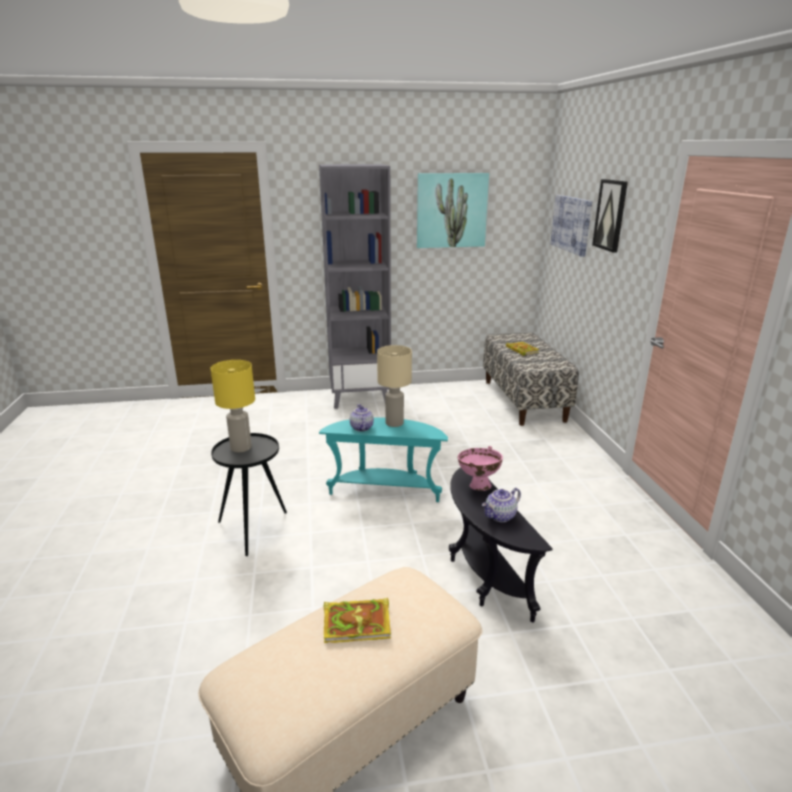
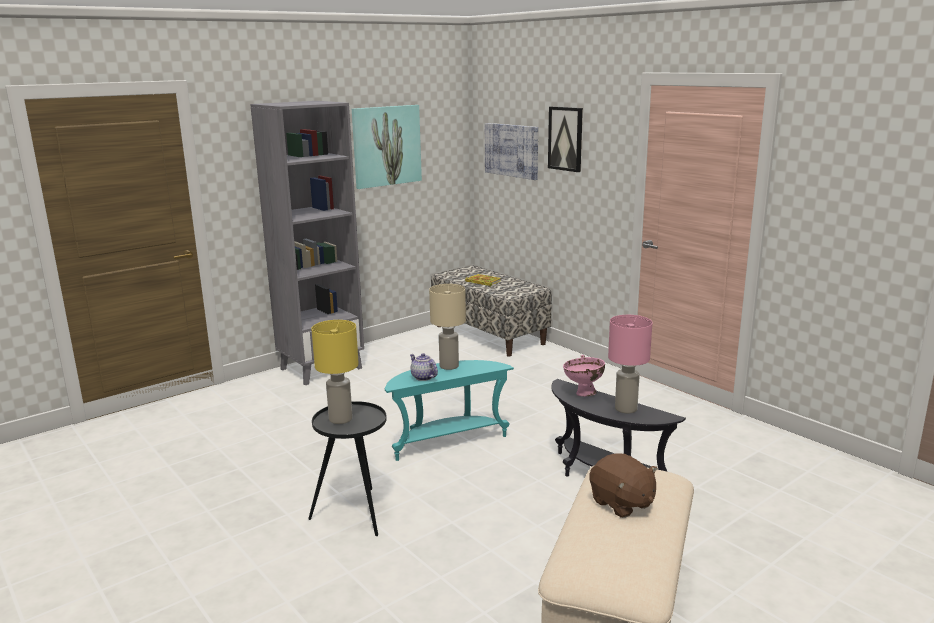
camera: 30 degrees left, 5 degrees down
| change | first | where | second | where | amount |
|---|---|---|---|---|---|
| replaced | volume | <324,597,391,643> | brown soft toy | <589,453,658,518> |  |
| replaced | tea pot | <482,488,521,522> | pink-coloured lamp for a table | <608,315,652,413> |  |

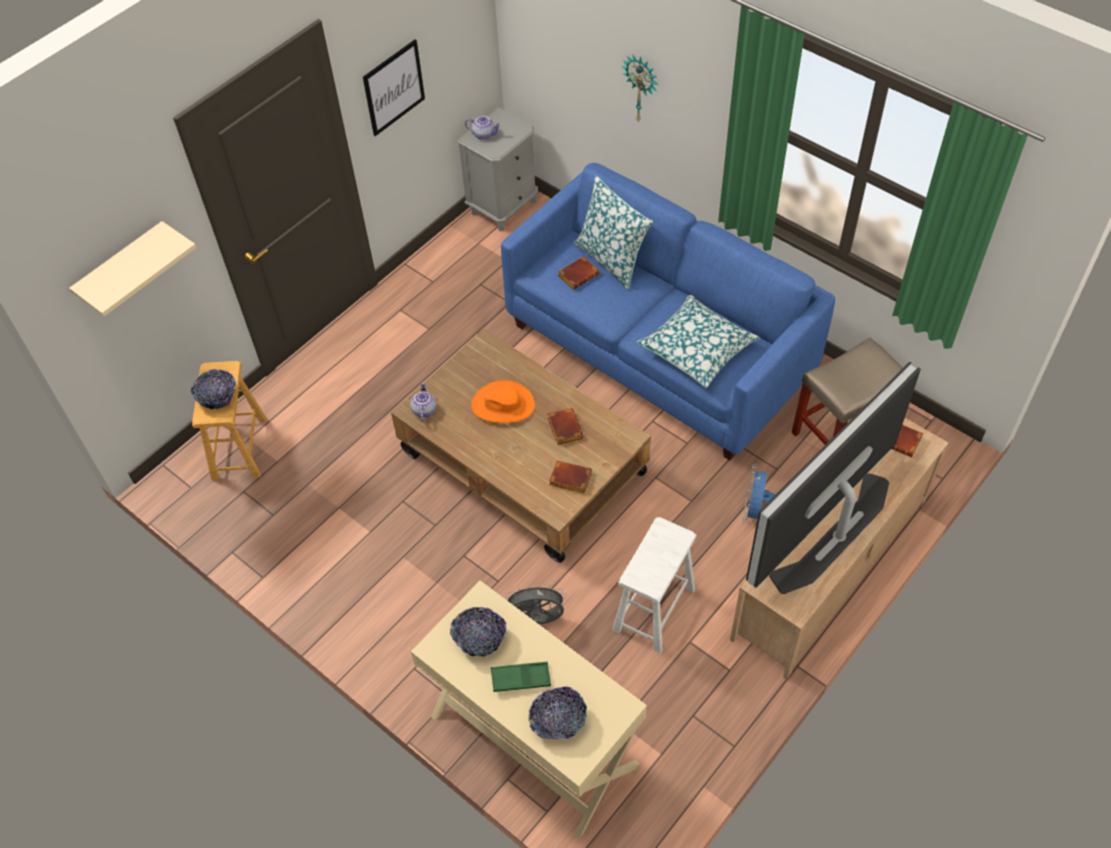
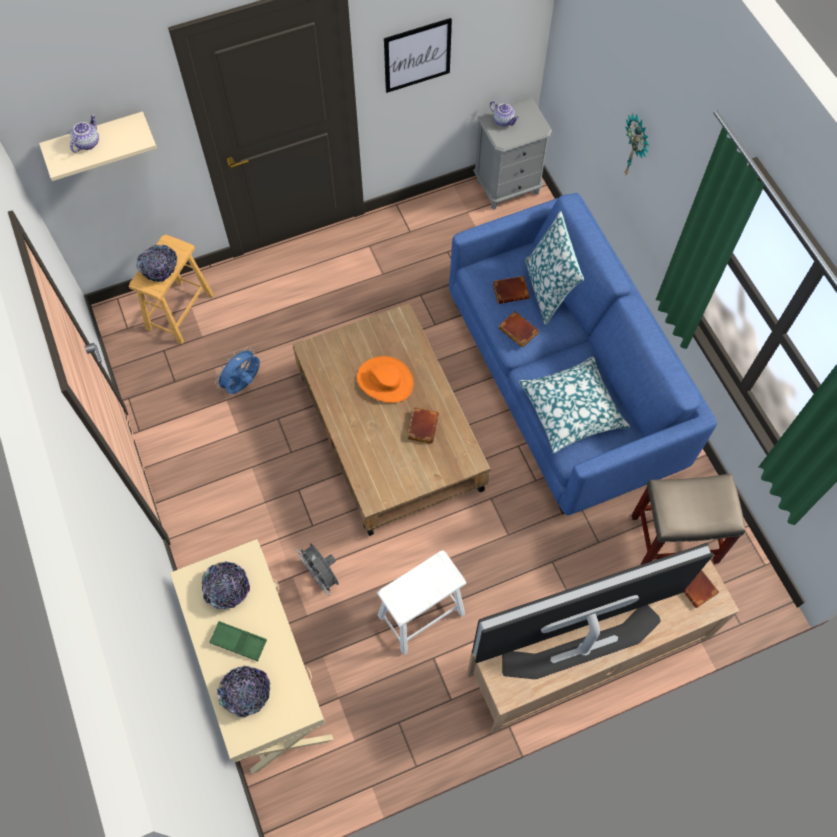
camera: 25 degrees right, 10 degrees up
| change | first | where | second | where | amount |
|---|---|---|---|---|---|
| moved | tea pot | <410,382,436,422> |  | <70,114,99,153> |  |
| moved | blue cooling fan | <742,464,776,524> |  | <215,347,260,394> |  |
| turned | grey cooling fan | <505,583,567,625> |  | <297,543,339,596> | 150 degrees counterclockwise |
| moved | brown volume | <549,461,592,493> |  | <499,312,539,348> |  |

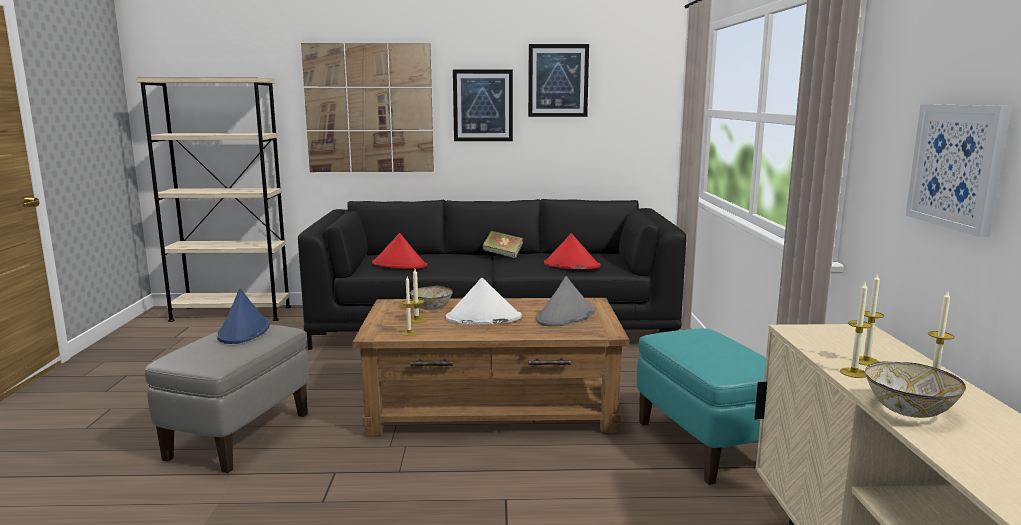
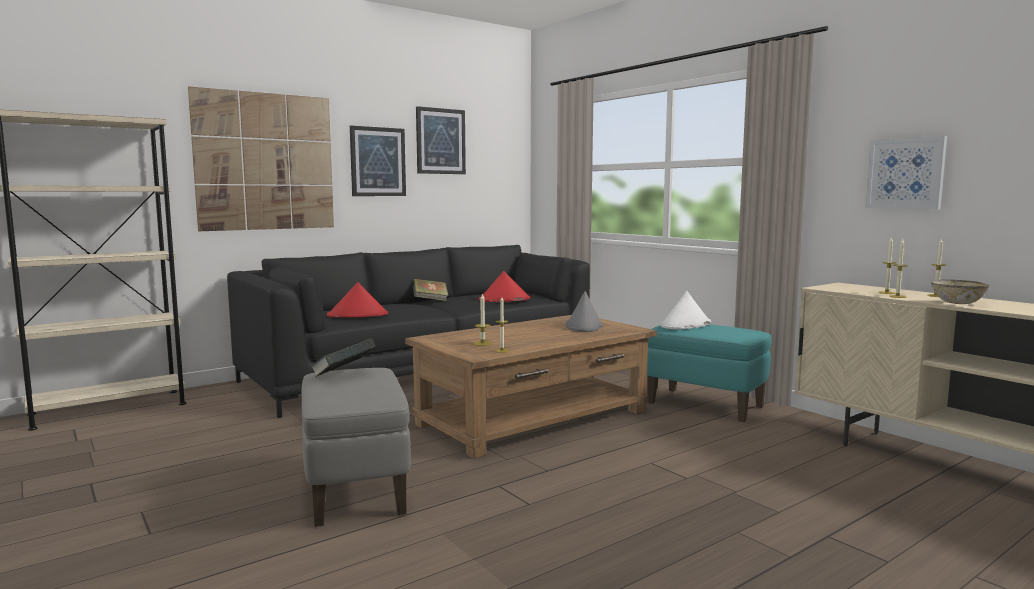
camera: 35 degrees left, 5 degrees down
| change | first | where | second | where | amount |
|---|---|---|---|---|---|
| replaced | blue wearable hat | <217,289,270,344> | volume | <310,339,376,377> |  |
| moved | whitish wearable hat | <446,278,522,325> |  | <660,291,711,330> |  |
| removed | deep dish | <410,286,453,310> |  |  |  |

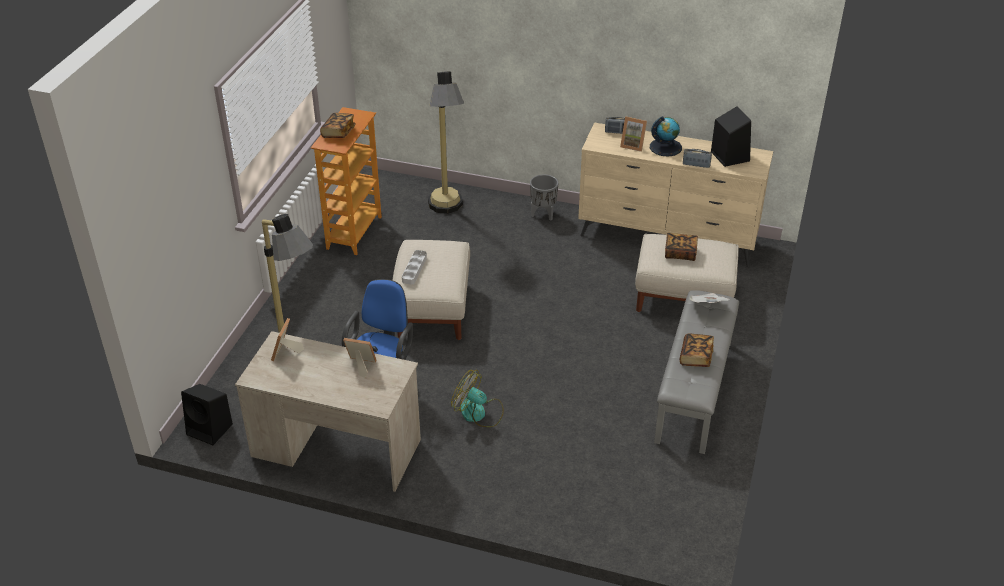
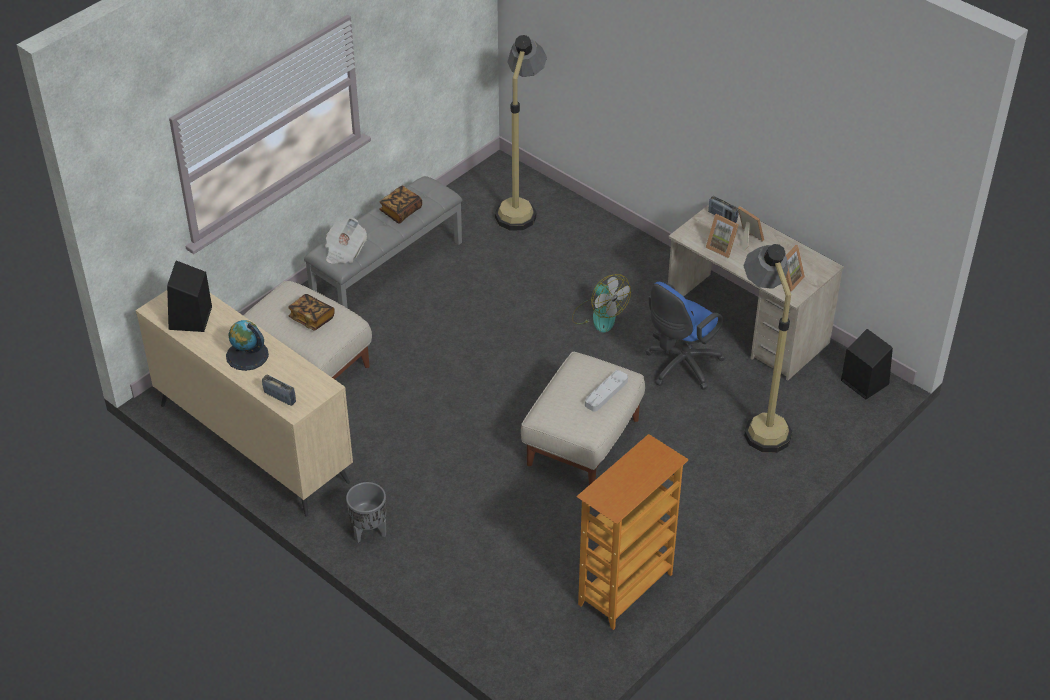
camera: 155 degrees left, 5 degrees up
| change | first | where | second | where | amount |
|---|---|---|---|---|---|
| moved | floor lamp | <428,71,464,214> |  | <495,35,547,231> |  |
| moved | radio set | <683,149,712,168> |  | <708,196,739,223> |  |
| moved | standing frame | <620,117,647,152> |  | <738,206,764,250> |  |
| removed | volume | <320,113,356,138> |  |  |  |

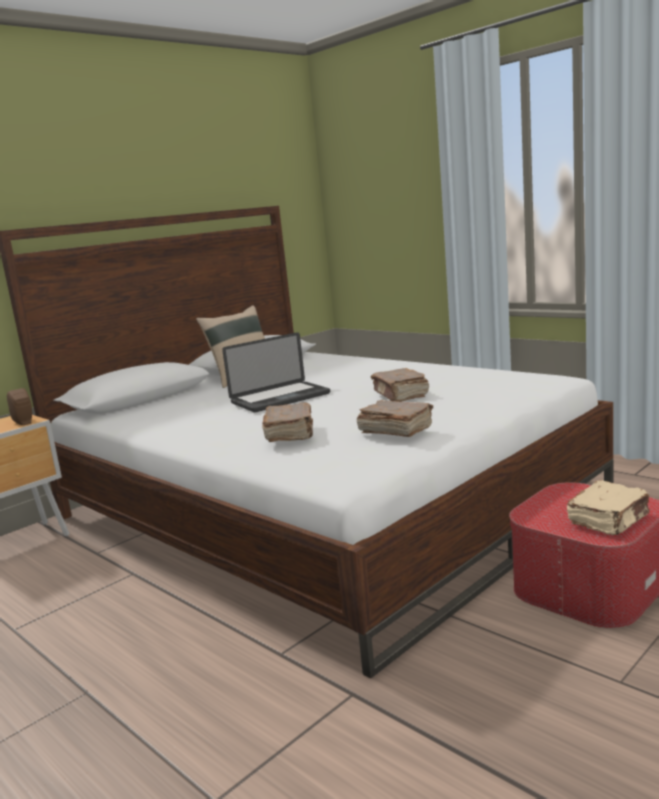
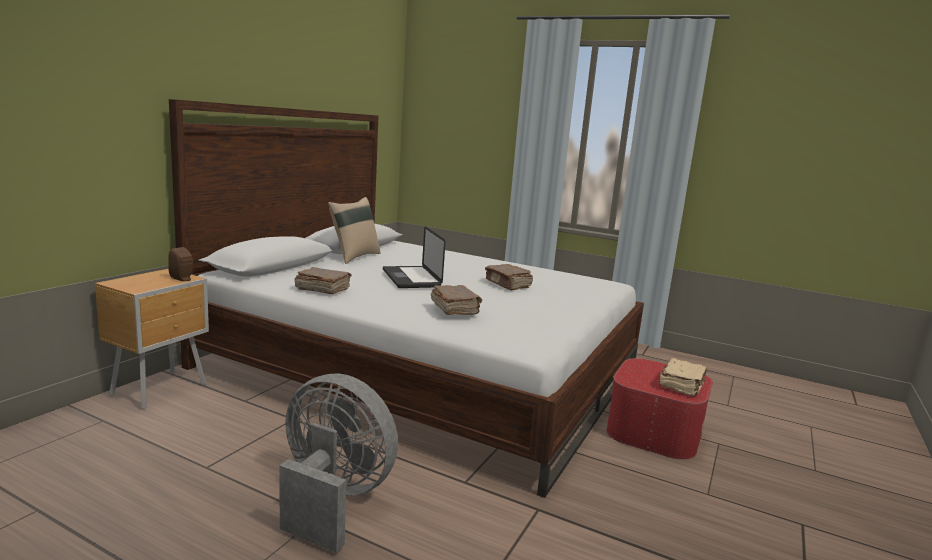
camera: 20 degrees left, 0 degrees up
| change | first | where | second | where | amount |
|---|---|---|---|---|---|
| added |  |  | grey cooling fan | <279,374,398,553> |  |
| moved | brown volume | <357,400,433,437> |  | <295,267,352,294> |  |
| turned | portable computer | <222,332,330,412> |  | <383,226,445,288> | 120 degrees clockwise |

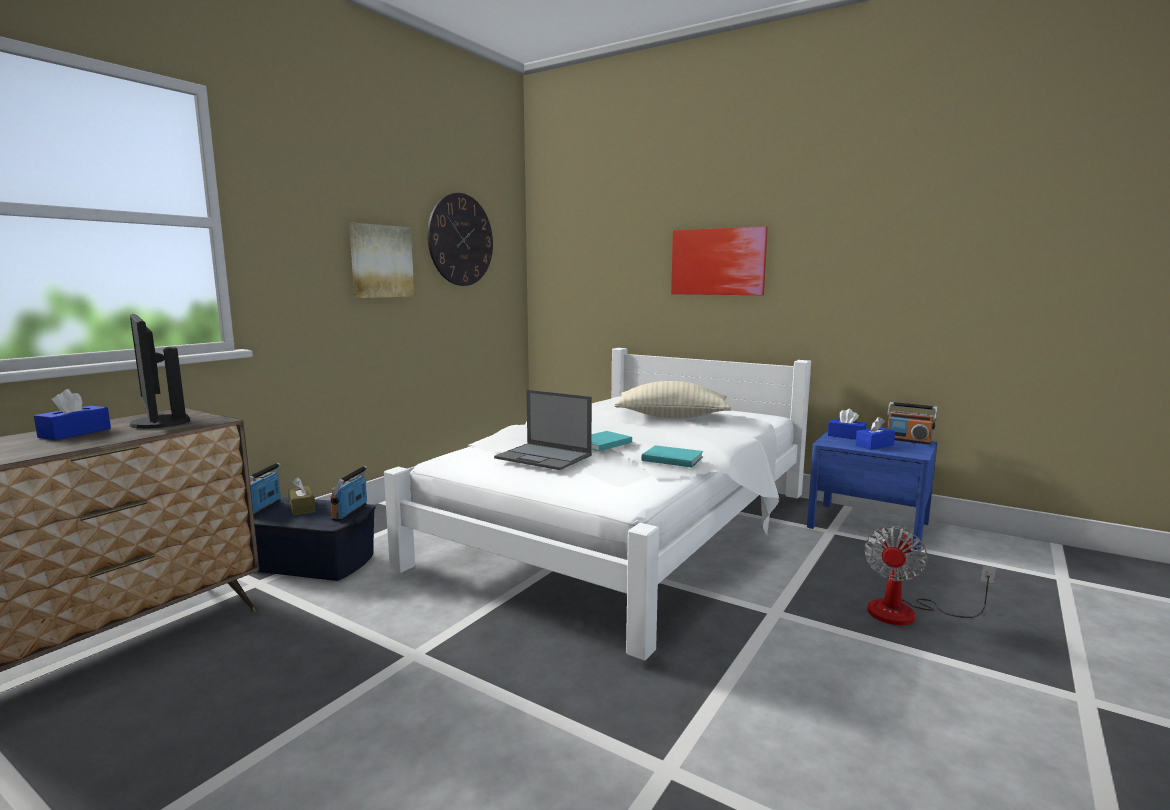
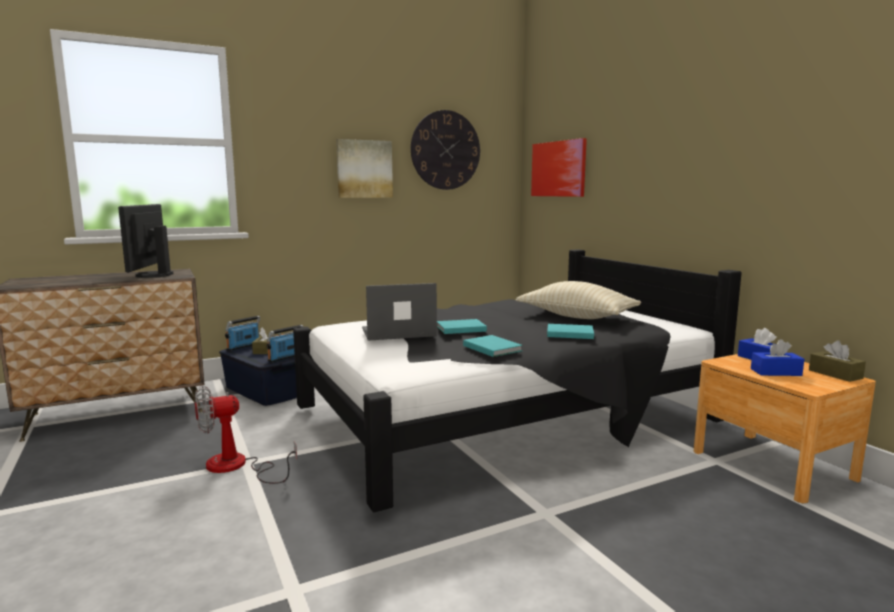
camera: 30 degrees right, 0 degrees up
| change | first | where | second | where | amount |
|---|---|---|---|---|---|
| moved | cooling fan | <864,526,996,625> |  | <195,386,297,484> |  |
| recoloured | whitish sleeping bed | <384,348,811,661> | blackish sleeping bed | <293,249,742,512> |  |
| turned | portable computer | <494,390,592,470> |  | <362,283,437,341> | 105 degrees clockwise |
| moved | wall art | <671,226,768,295> |  | <531,138,587,197> |  |
| added |  |  | turquoise volume | <547,324,594,339> |  |
| recoloured | blue bedside table | <807,431,938,550> | brown bedside table | <693,354,876,503> |  |
| replaced | radio set | <887,402,938,445> | brown tissue holder | <809,341,866,382> |  |
| removed | blue tissue holder | <34,389,111,440> |  |  |  |

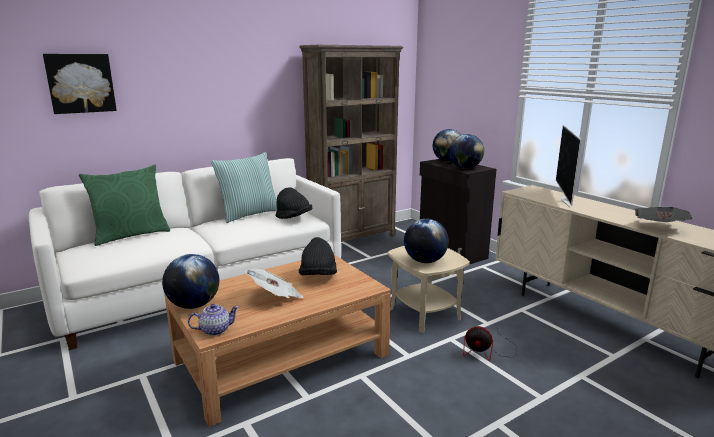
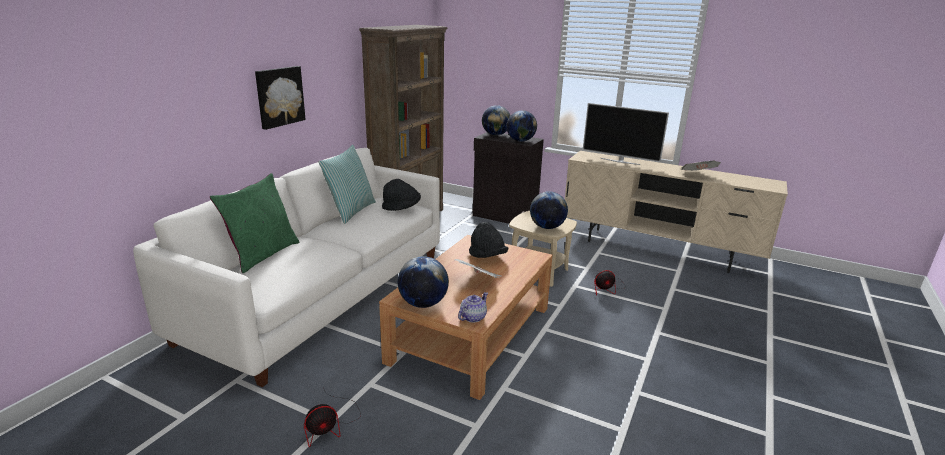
camera: 30 degrees left, 5 degrees up
| change | first | where | second | where | amount |
|---|---|---|---|---|---|
| moved | wall art | <43,54,117,114> |  | <255,66,306,130> |  |
| added |  |  | cooling fan | <304,390,361,447> |  |
| turned | TV | <556,125,582,207> |  | <583,103,669,165> | 45 degrees counterclockwise |

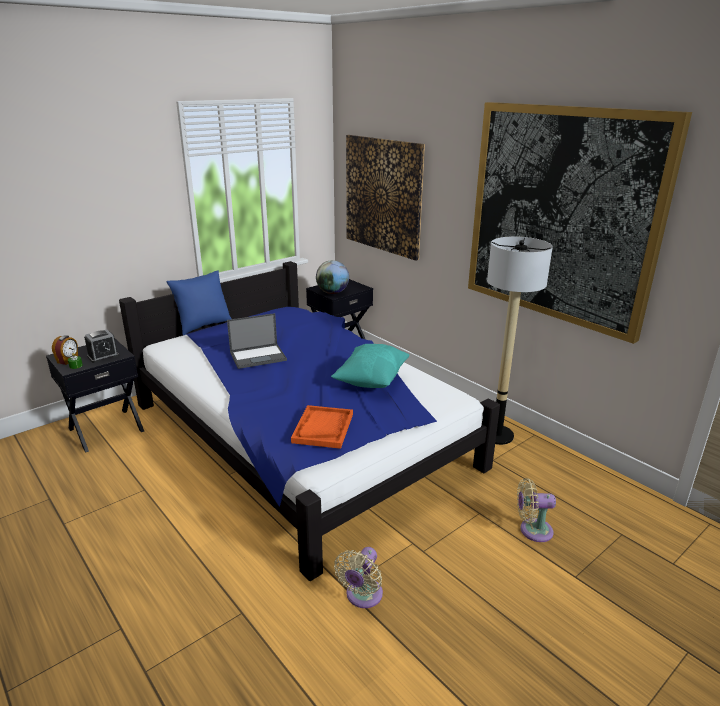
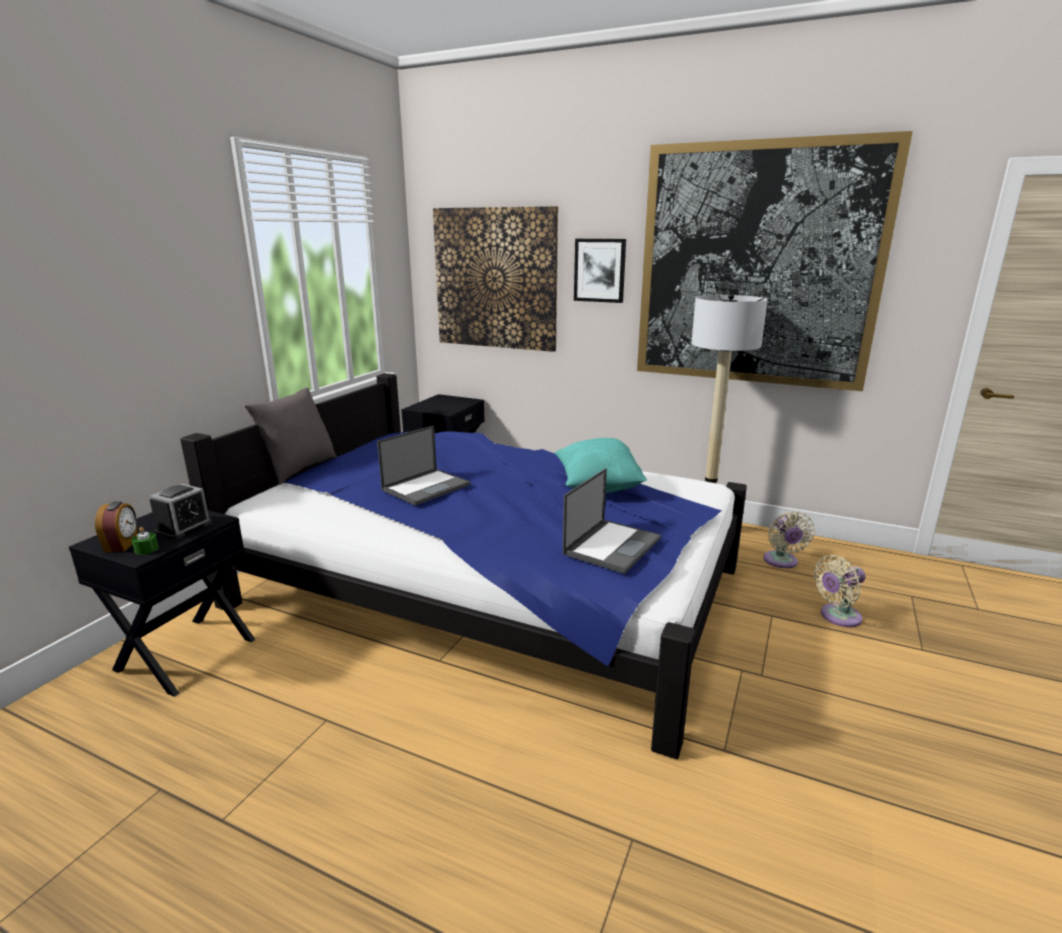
camera: 25 degrees left, 5 degrees down
| change | first | where | second | where | amount |
|---|---|---|---|---|---|
| recoloured | blue throw pillow | <166,270,232,335> | grey throw pillow | <245,387,337,485> |  |
| replaced | orange-coloured tray | <291,405,353,449> | portable computer | <562,468,661,574> |  |
| added |  |  | wall art | <574,239,626,303> |  |
| moved | beige cooling fan | <334,547,383,608> |  | <763,511,815,568> |  |
| removed | globe | <316,260,349,294> |  |  |  |

